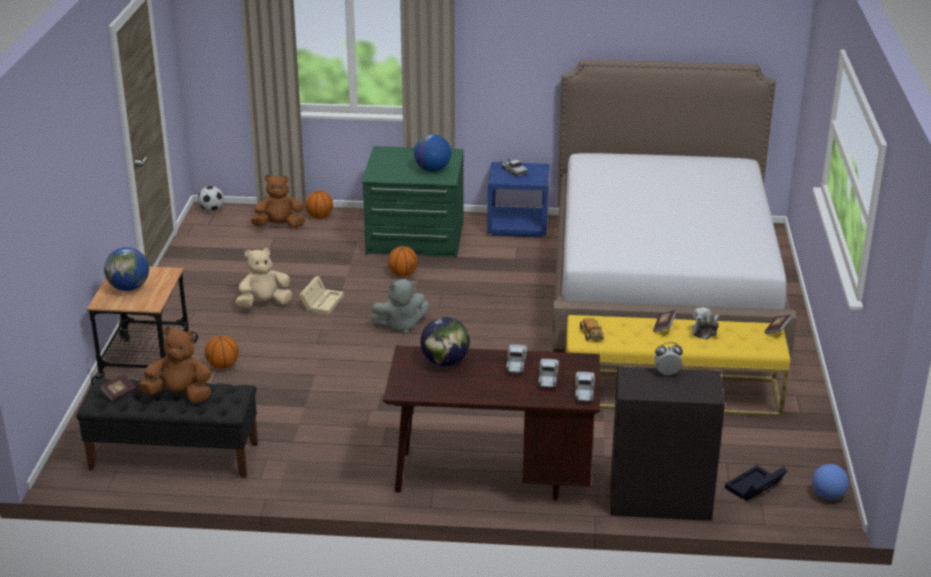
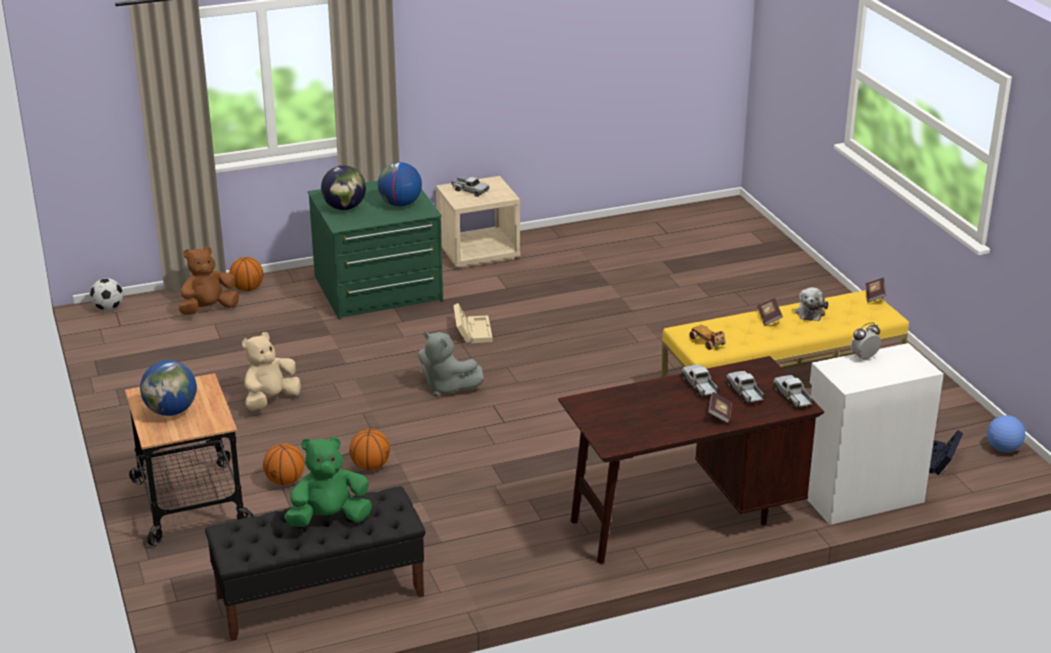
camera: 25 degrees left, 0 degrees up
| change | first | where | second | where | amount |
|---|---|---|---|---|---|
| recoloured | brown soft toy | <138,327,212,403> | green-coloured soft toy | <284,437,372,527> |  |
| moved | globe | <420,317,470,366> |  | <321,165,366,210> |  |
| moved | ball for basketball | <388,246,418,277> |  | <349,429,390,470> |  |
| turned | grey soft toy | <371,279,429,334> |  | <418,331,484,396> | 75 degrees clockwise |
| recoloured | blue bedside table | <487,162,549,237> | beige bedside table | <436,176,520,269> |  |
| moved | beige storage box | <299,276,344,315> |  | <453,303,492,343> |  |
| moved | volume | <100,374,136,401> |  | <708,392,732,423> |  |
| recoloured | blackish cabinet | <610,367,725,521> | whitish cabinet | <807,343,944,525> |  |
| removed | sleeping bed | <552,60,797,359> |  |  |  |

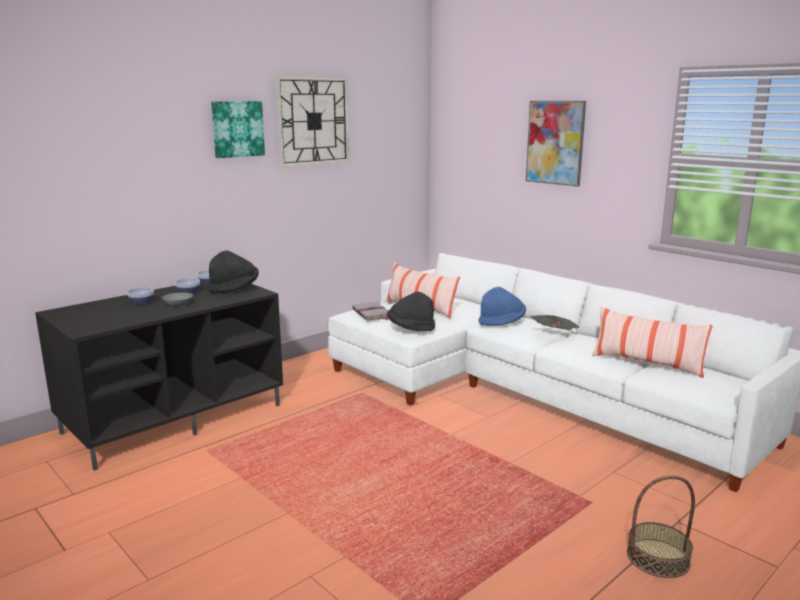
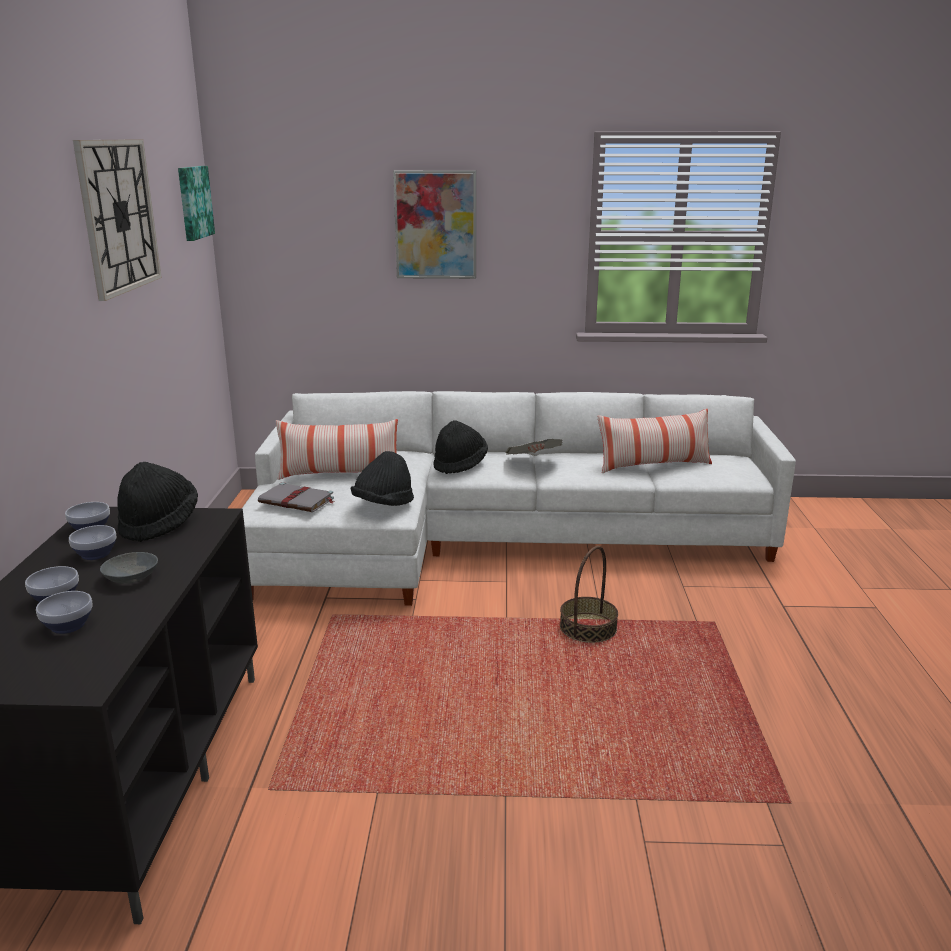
camera: 45 degrees left, 5 degrees up
| change | first | where | second | where | amount |
|---|---|---|---|---|---|
| added |  |  | deep dish | <36,591,93,634> |  |
| moved | wall art | <211,101,265,158> |  | <178,166,215,241> |  |
| recoloured | blue wearable hat | <478,287,526,326> | blackish wearable hat | <433,420,488,474> |  |
| moved | storage basket | <627,475,695,578> |  | <560,546,618,643> |  |

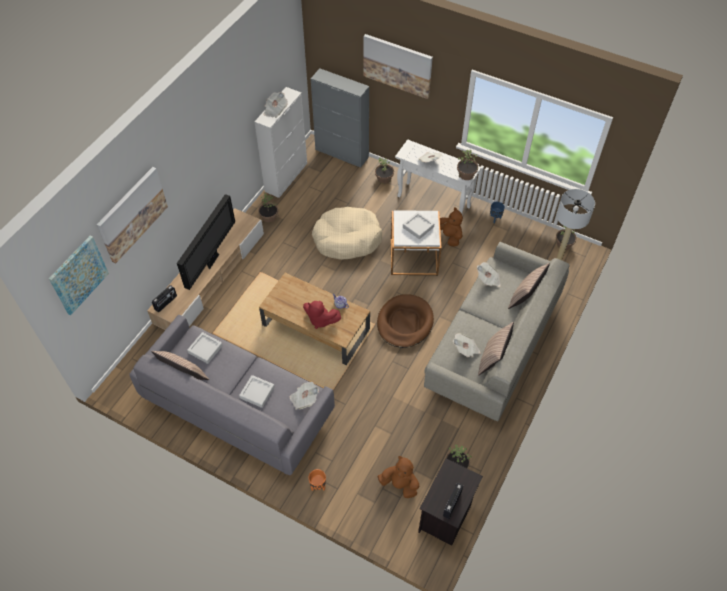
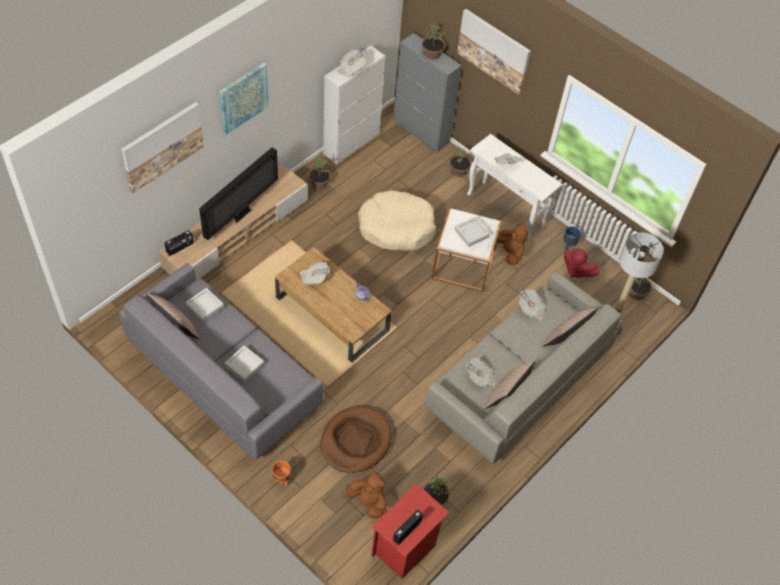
camera: 10 degrees right, 0 degrees up
| change | first | where | second | where | amount |
|---|---|---|---|---|---|
| moved | wall art | <49,236,109,315> |  | <220,62,269,135> |  |
| moved | newspaper | <289,382,319,410> |  | <300,262,330,285> |  |
| moved | brown pet bed | <377,294,434,348> |  | <320,406,392,473> |  |
| recoloured | blackish bedside table | <418,458,483,546> | red bedside table | <371,483,449,579> |  |
| moved | plant in a pot | <457,150,478,180> |  | <422,25,445,60> |  |
| moved | red soft toy | <303,301,341,329> |  | <564,249,600,278> |  |

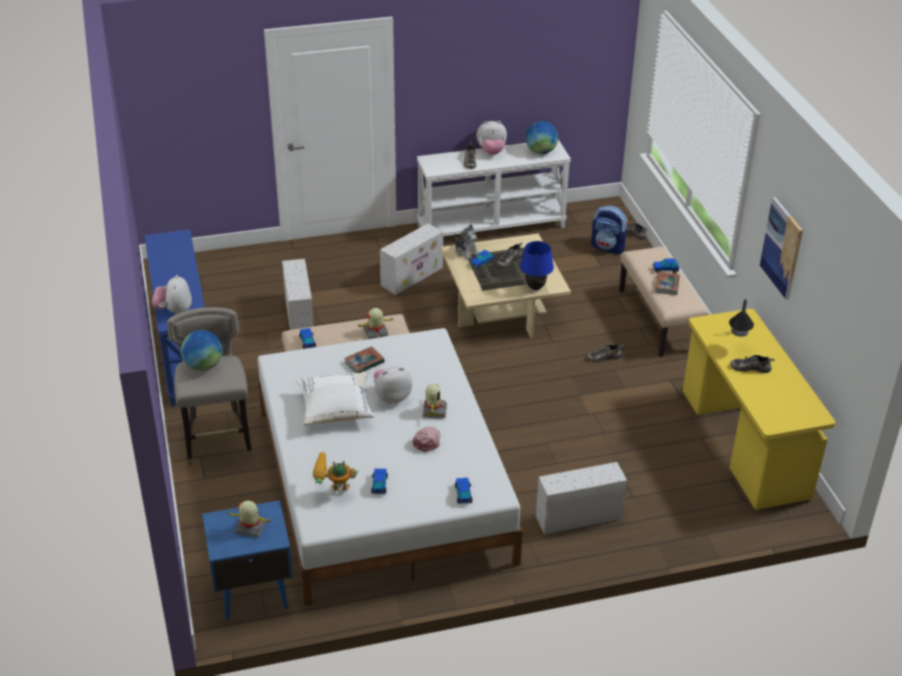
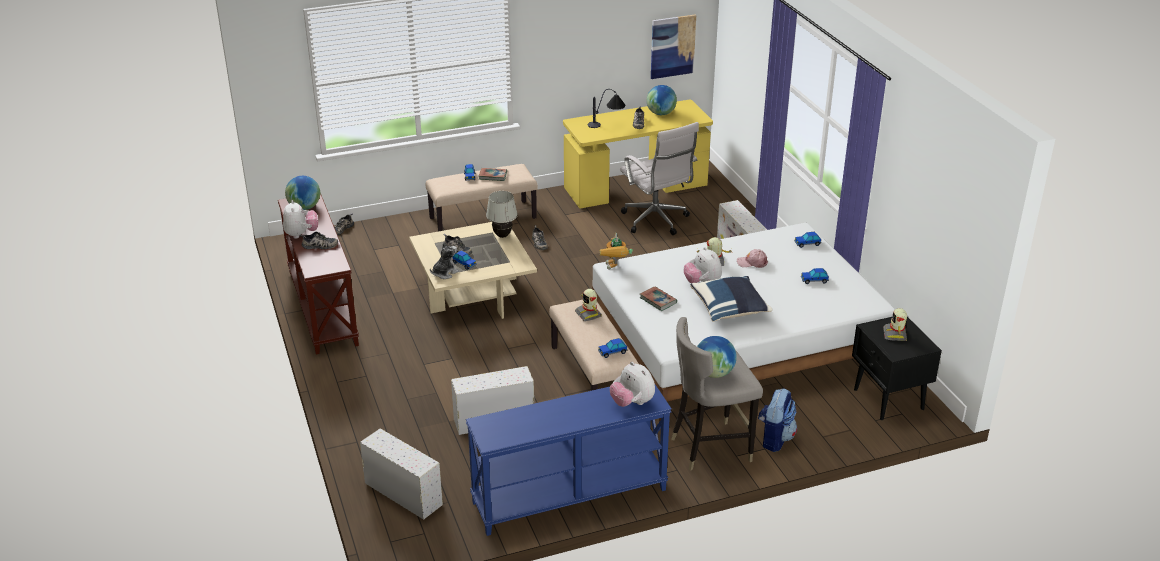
camera: 95 degrees left, 5 degrees down
| change | first | where | second | where | amount |
|---|---|---|---|---|---|
| recoloured | whitish hall table | <417,139,571,236> | brown hall table | <278,193,359,354> |  |
| moved | whitish storage box | <380,224,443,295> |  | <360,429,443,520> |  |
| recoloured | blue lamp for a table | <520,241,554,290> | whitish lamp for a table | <486,191,518,238> |  |
| moved | robot figure | <313,452,358,491> |  | <599,233,633,270> |  |
| turned | soft toy | <152,275,192,314> |  | <610,362,655,407> | 60 degrees clockwise |
| added |  |  | whitish computer chair | <620,122,699,235> |  |
| added |  |  | globe | <647,85,677,115> |  |
| moved | wall art | <760,197,803,299> |  | <651,14,696,79> |  |
| recoloured | whitish throw pillow | <296,372,375,426> | blue throw pillow | <690,276,772,322> |  |
| moved | backpack | <591,205,629,254> |  | <758,388,797,452> |  |
| recoloured | blue bedside table | <202,500,293,620> | blackish bedside table | <852,317,942,420> |  |

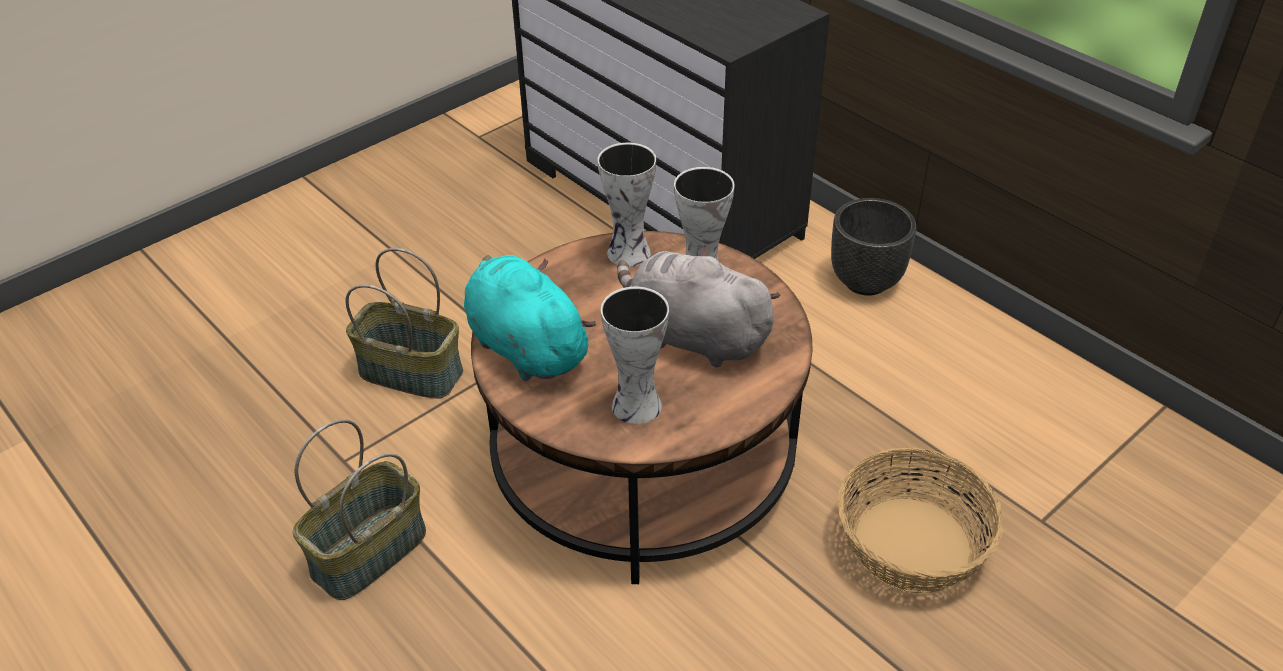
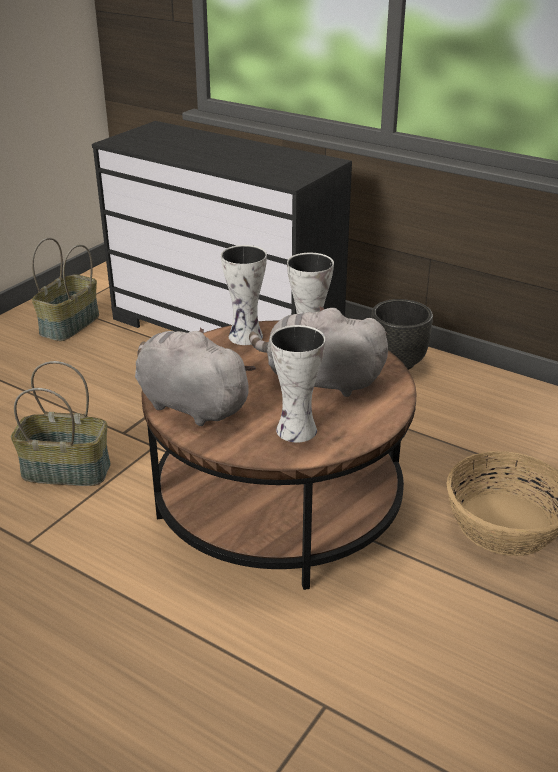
camera: 15 degrees left, 10 degrees down
| change | first | where | second | where | amount |
|---|---|---|---|---|---|
| moved | storage basket | <292,419,426,600> |  | <32,238,99,341> |  |
| recoloured | turquoise soft toy | <464,255,596,381> | grey soft toy | <135,327,256,426> |  |

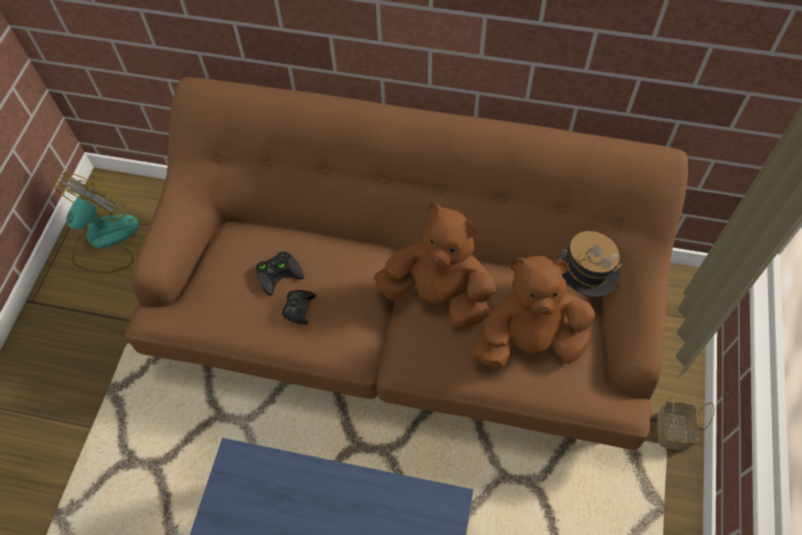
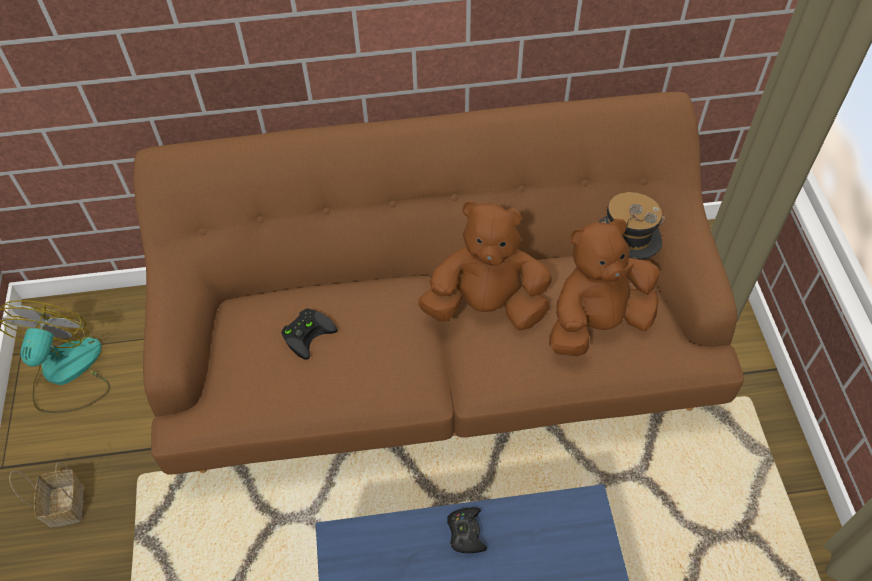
camera: 20 degrees left, 5 degrees down
| change | first | where | second | where | amount |
|---|---|---|---|---|---|
| moved | storage basket | <657,398,715,450> |  | <9,462,83,528> |  |
| moved | blackish joypad | <282,290,316,324> |  | <447,507,487,553> |  |

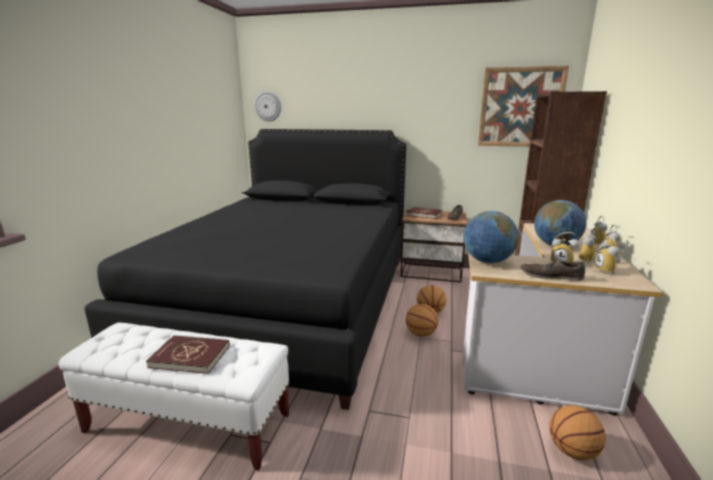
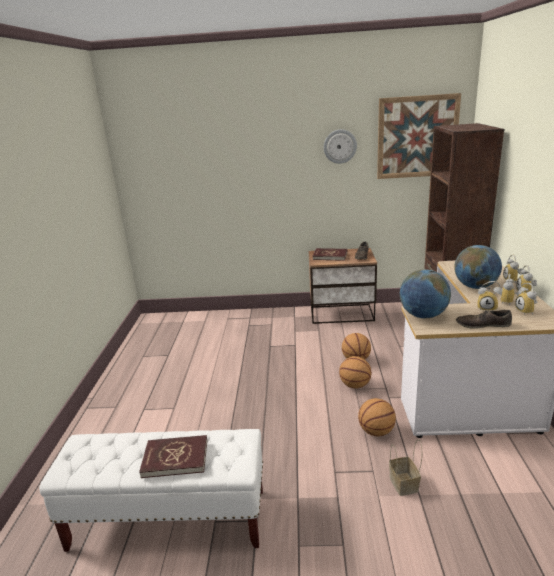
camera: 10 degrees left, 5 degrees up
| change | first | where | second | where | amount |
|---|---|---|---|---|---|
| moved | hanging clock | <255,91,281,122> |  | <324,129,357,164> |  |
| moved | ball for basketball | <549,405,606,460> |  | <358,398,396,437> |  |
| added |  |  | storage basket | <389,439,422,496> |  |
| removed | blackish sleeping bed | <85,129,406,410> |  |  |  |

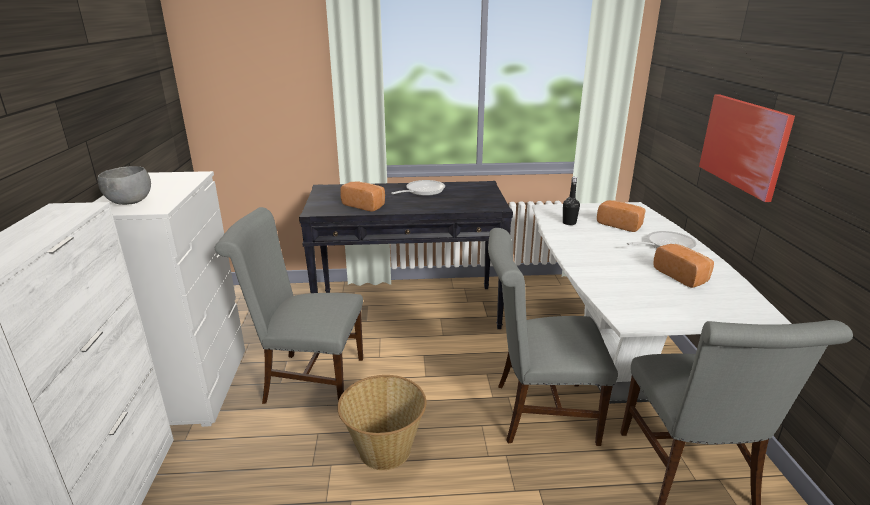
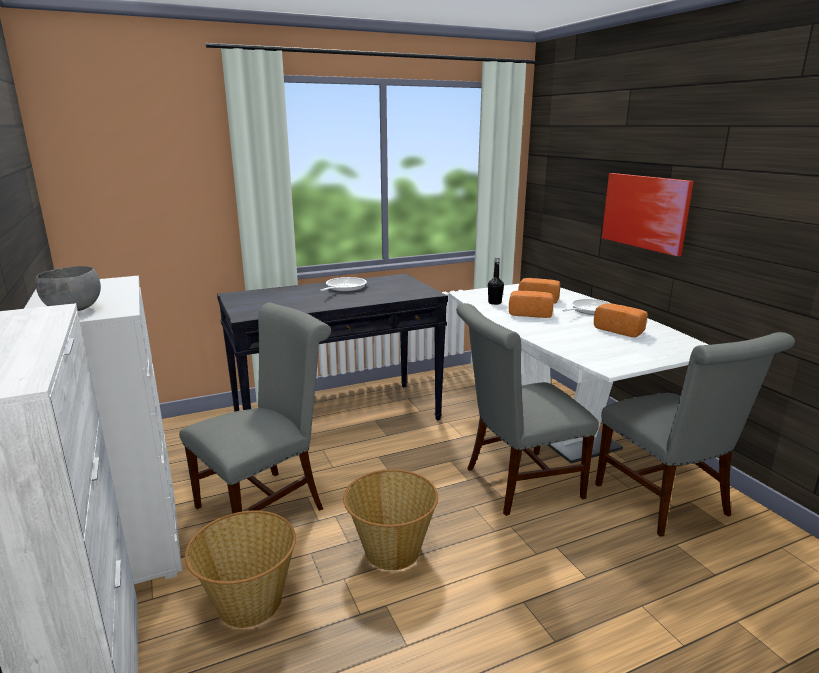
camera: 20 degrees left, 5 degrees down
| change | first | where | second | where | amount |
|---|---|---|---|---|---|
| turned | grey upright chair | <215,207,363,404> |  | <179,302,331,513> | 150 degrees clockwise |
| added |  |  | storage basket | <185,510,296,628> |  |
| moved | baked bread | <340,181,385,212> |  | <509,291,554,318> |  |

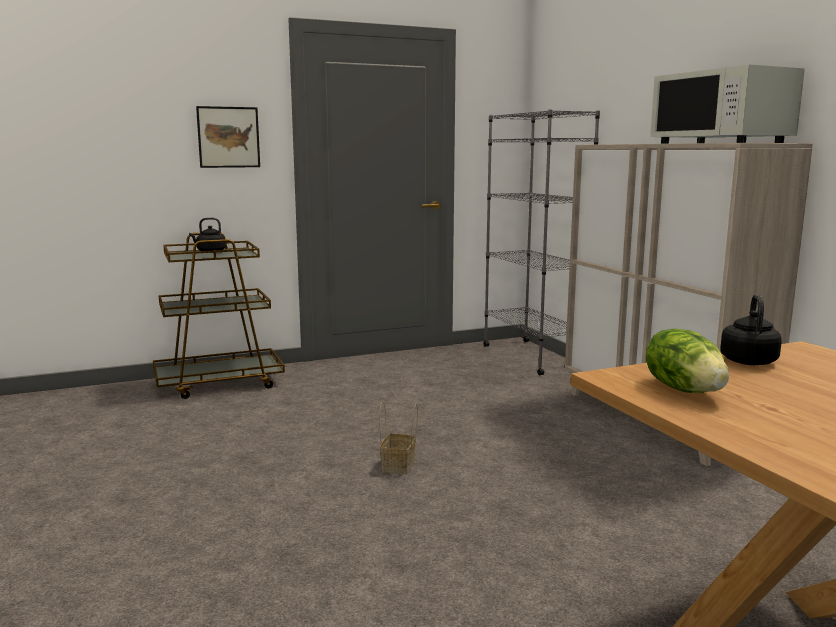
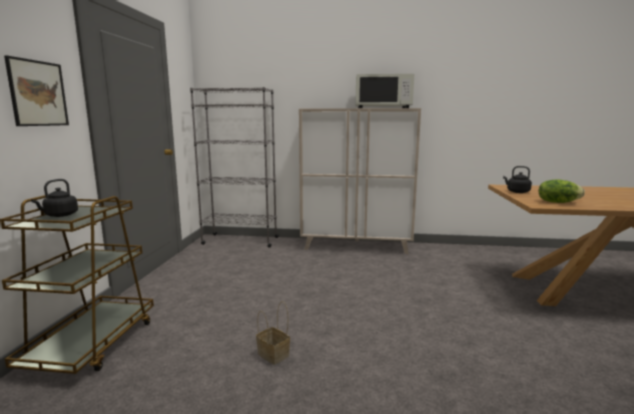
camera: 60 degrees left, 0 degrees up
| change | first | where | second | where | amount |
|---|---|---|---|---|---|
| moved | storage basket | <379,401,418,475> |  | <256,301,290,365> |  |

